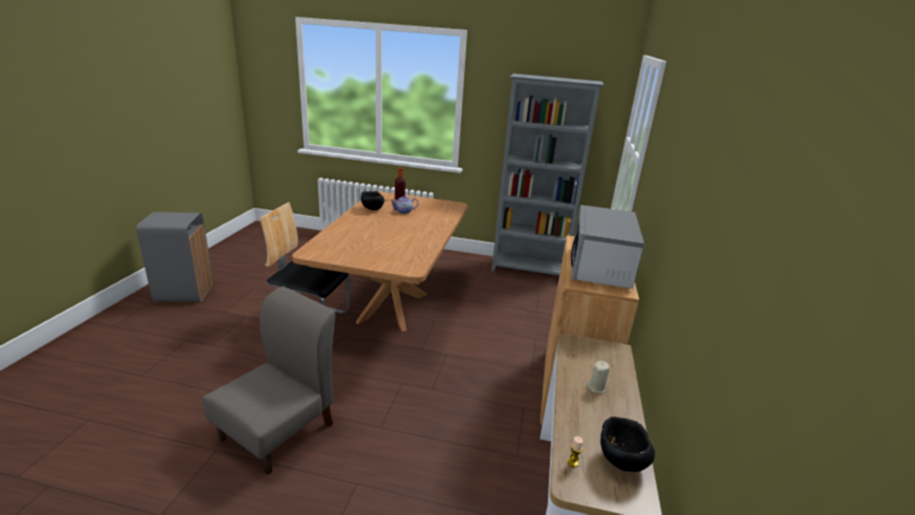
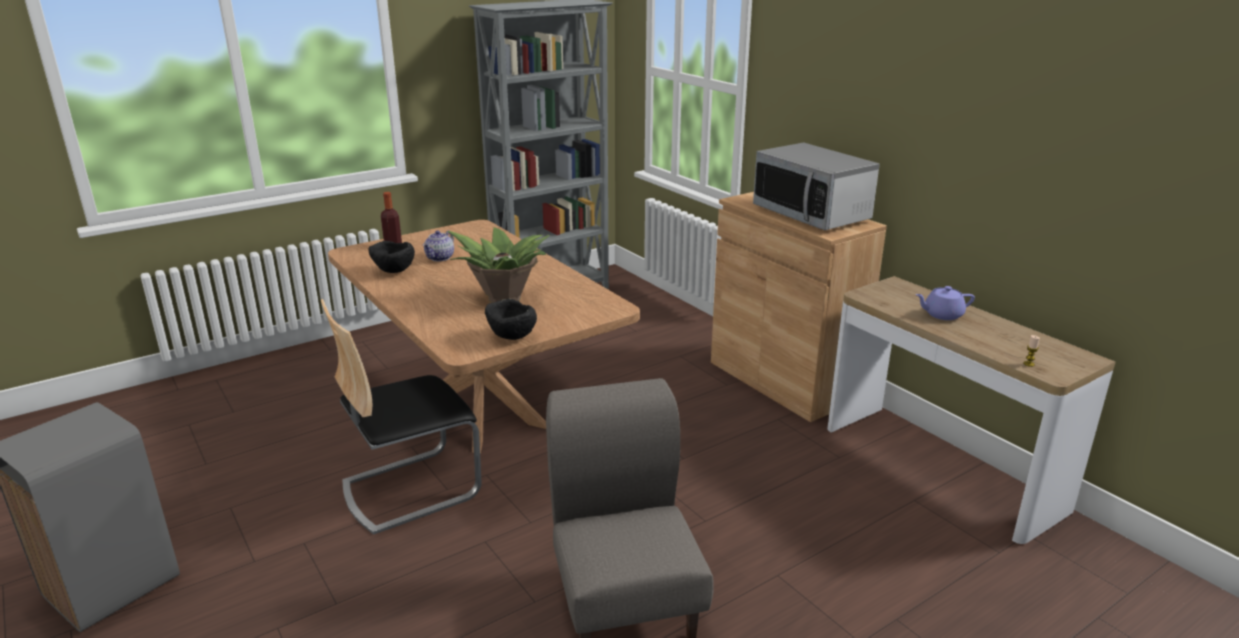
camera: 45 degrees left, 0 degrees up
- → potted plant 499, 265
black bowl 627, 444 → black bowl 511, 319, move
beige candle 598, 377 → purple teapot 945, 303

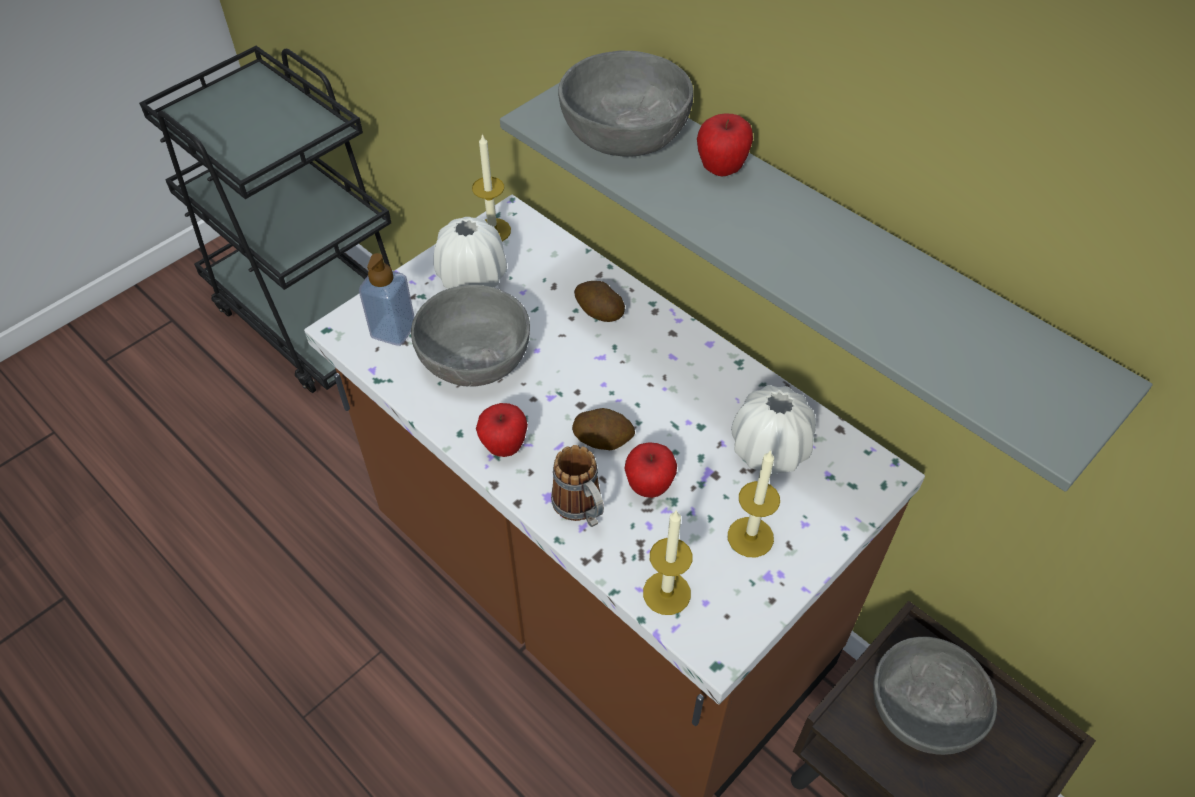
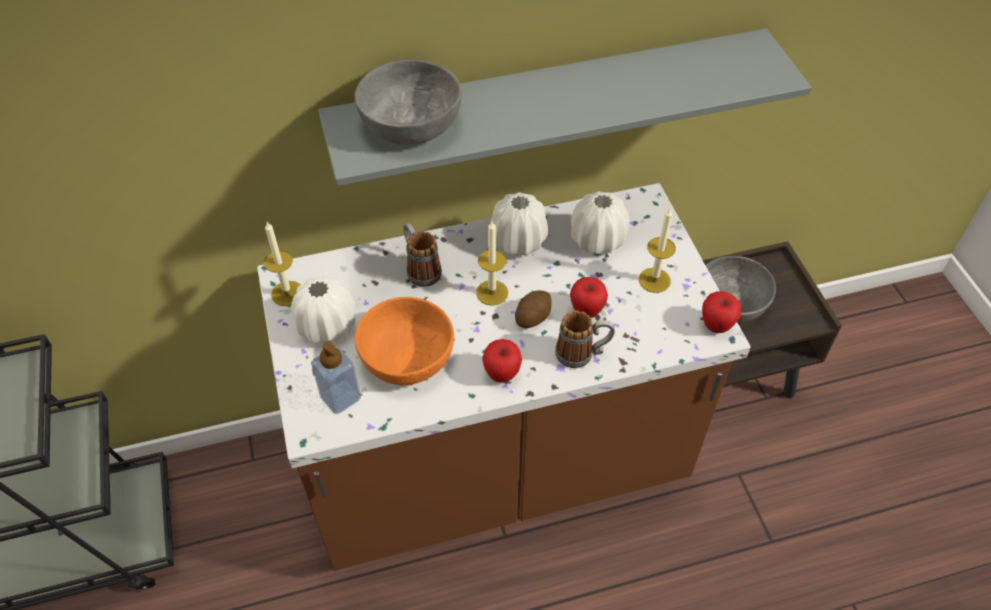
camera: 60 degrees left, 0 degrees up
grey bowl 470, 335 → orange bowl 404, 341
potato 599, 301 → mug 422, 255
candle 667, 562 → candle 492, 263, move
- → white vase 519, 224
apple 725, 144 → apple 721, 312, move

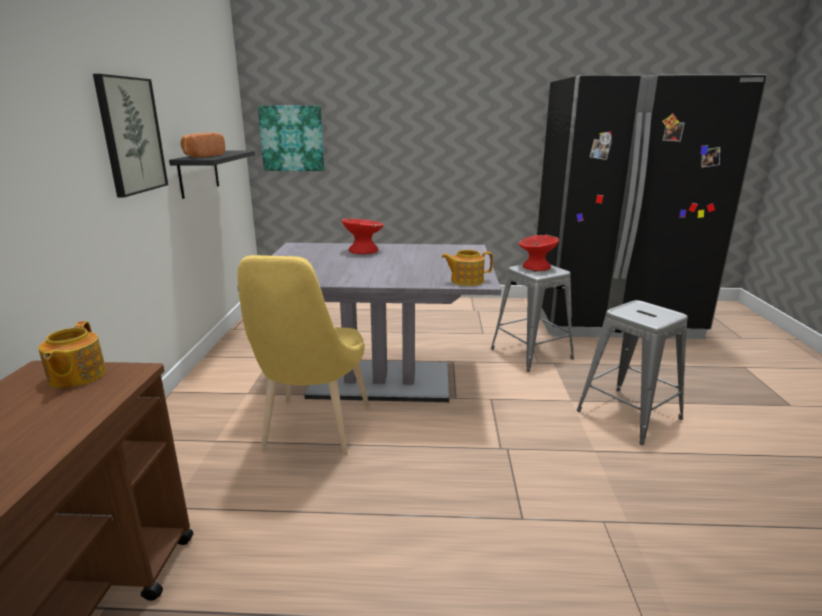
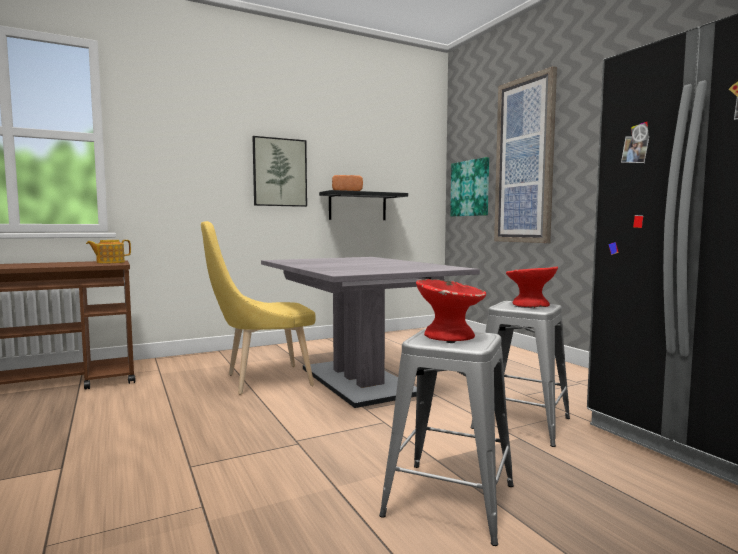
camera: 60 degrees right, 15 degrees down
red bowl 363, 236 → red bowl 451, 310, move
- → picture 525, 154
teapot 467, 268 → -

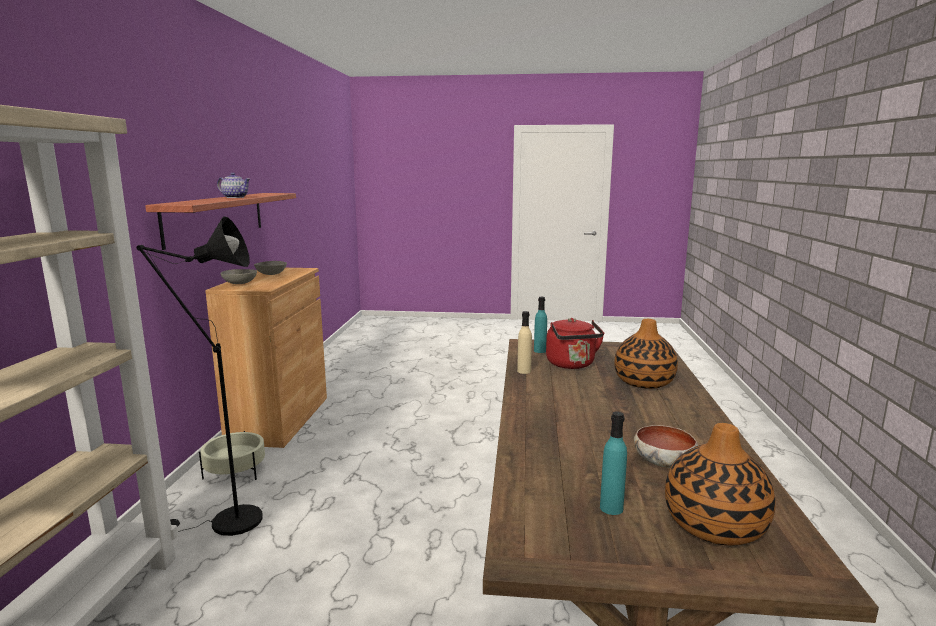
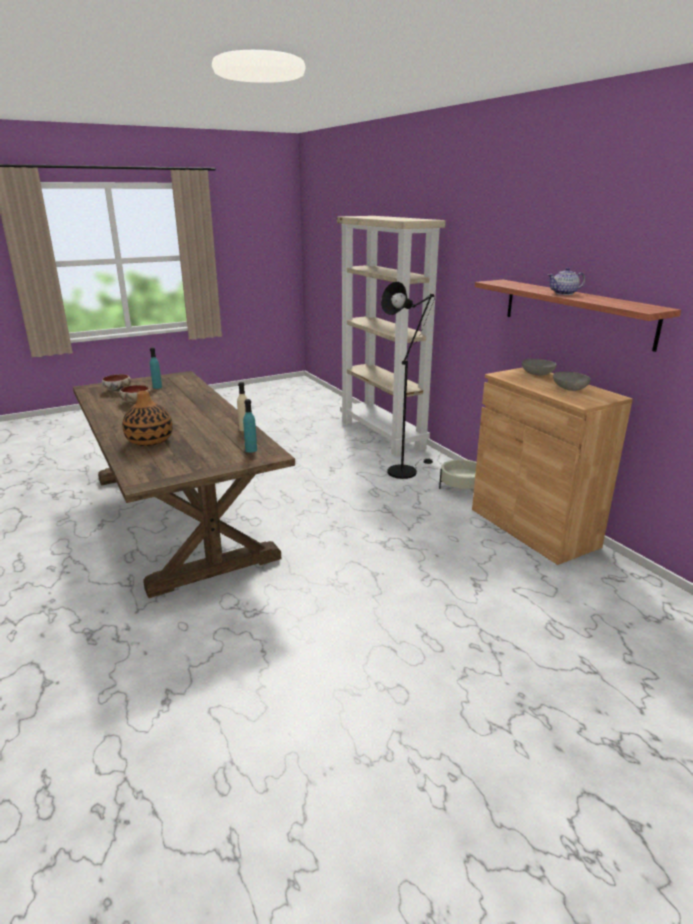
camera: 145 degrees right, 10 degrees up
vase 720, 484 → bowl 116, 383
red kettle 575, 343 → -

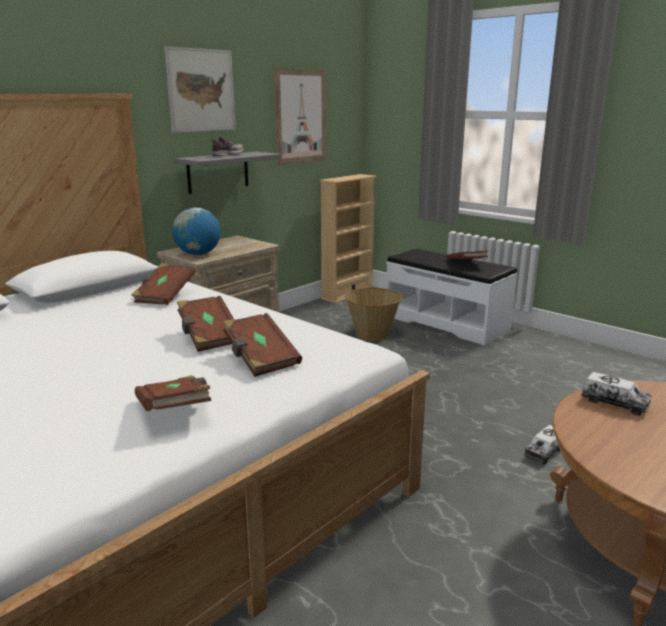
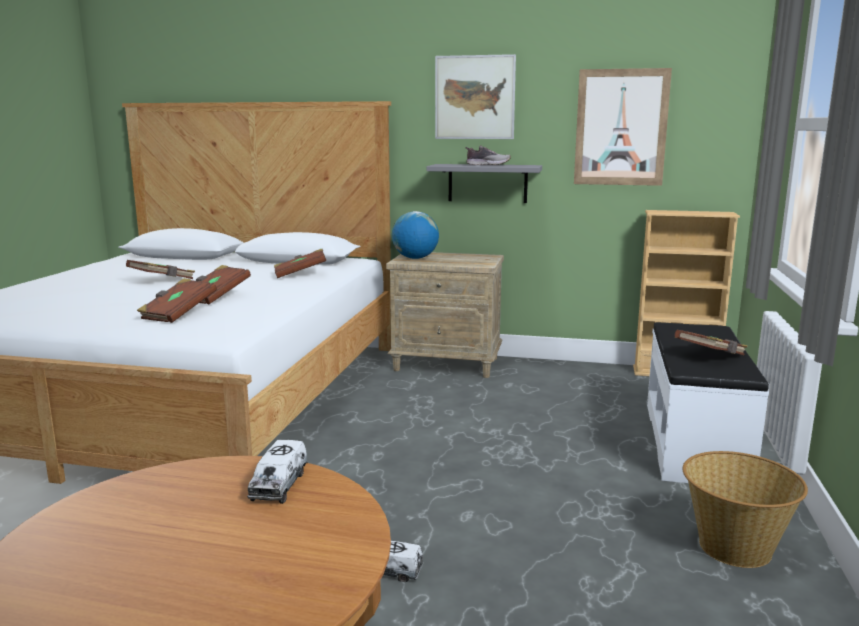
camera: 60 degrees right, 5 degrees down
brown book 173, 393 → brown book 160, 269, move
basket 374, 314 → basket 745, 509, move

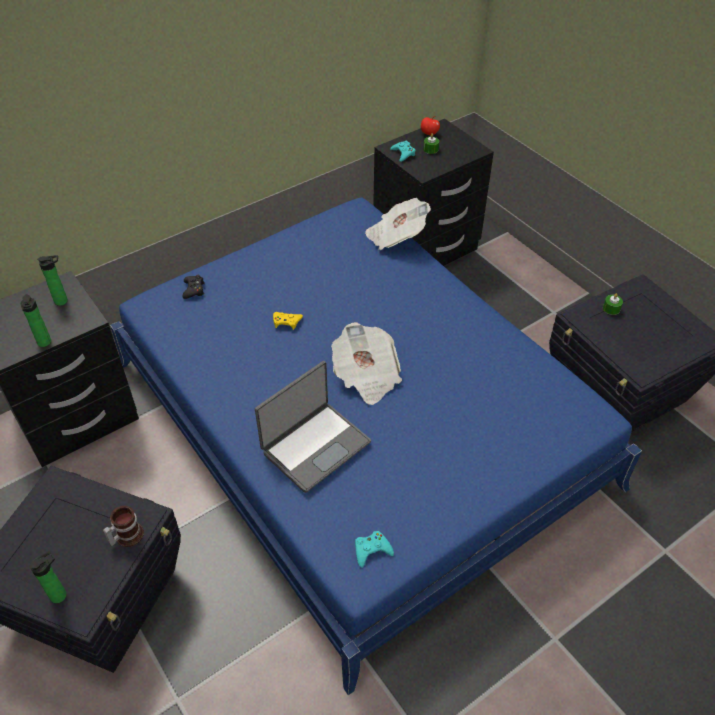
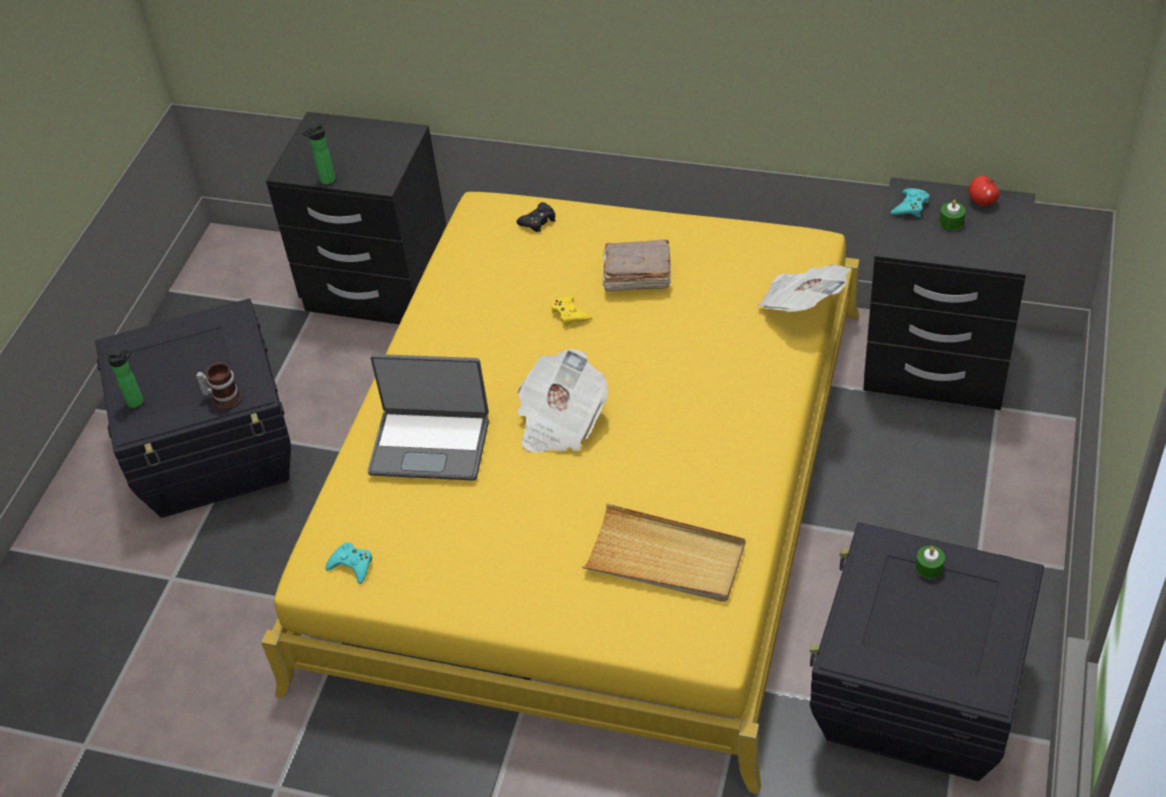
camera: 55 degrees right, 0 degrees up
blue bed 376, 446 → yellow bed 560, 493
- → beige tray 663, 553
- → brown book 636, 265
bottle 52, 280 → -

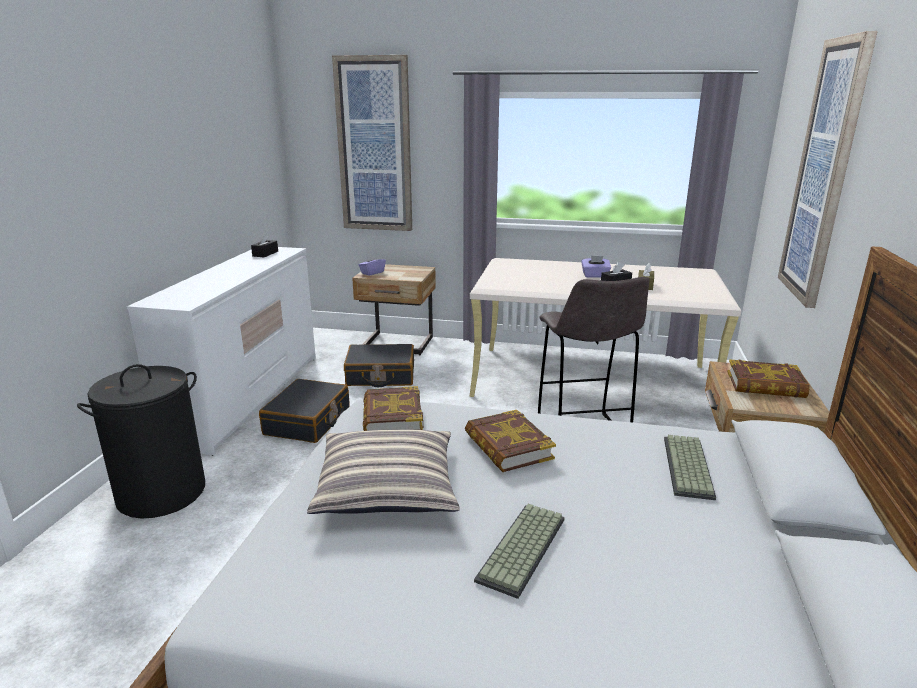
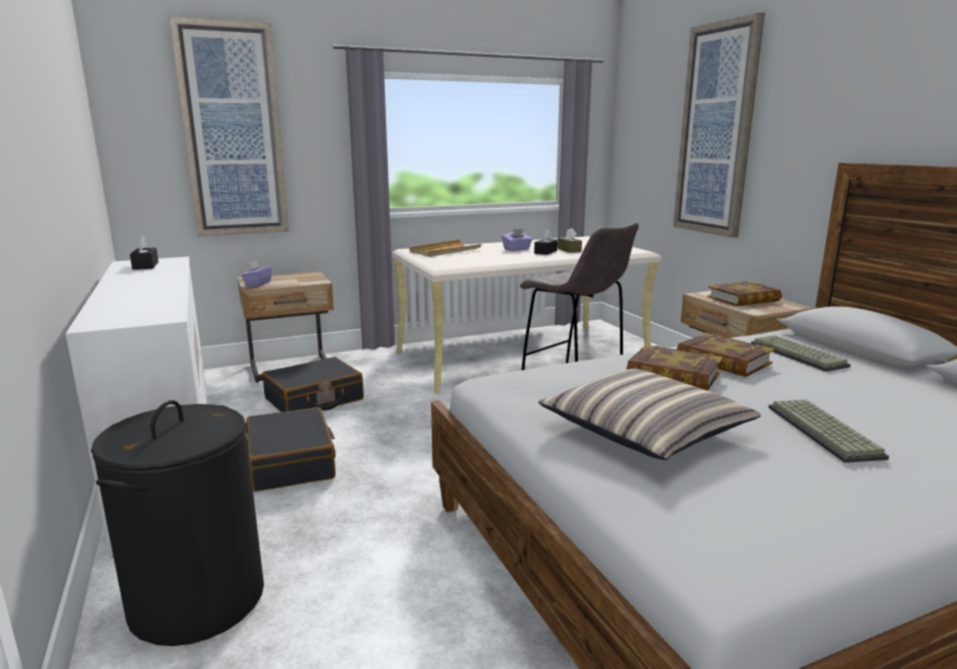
camera: 35 degrees left, 5 degrees down
- → beige tray 445, 248
book 393, 408 → book 726, 355, move

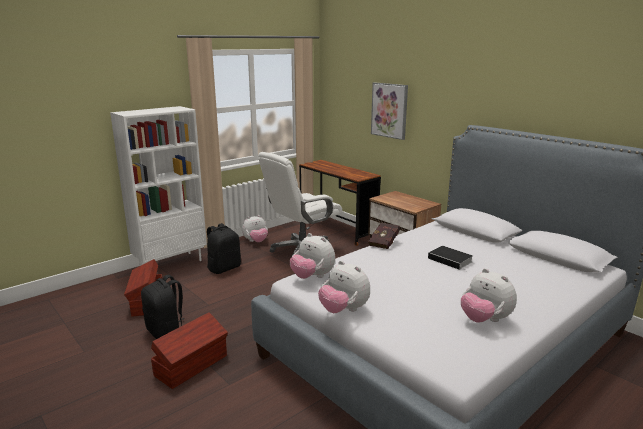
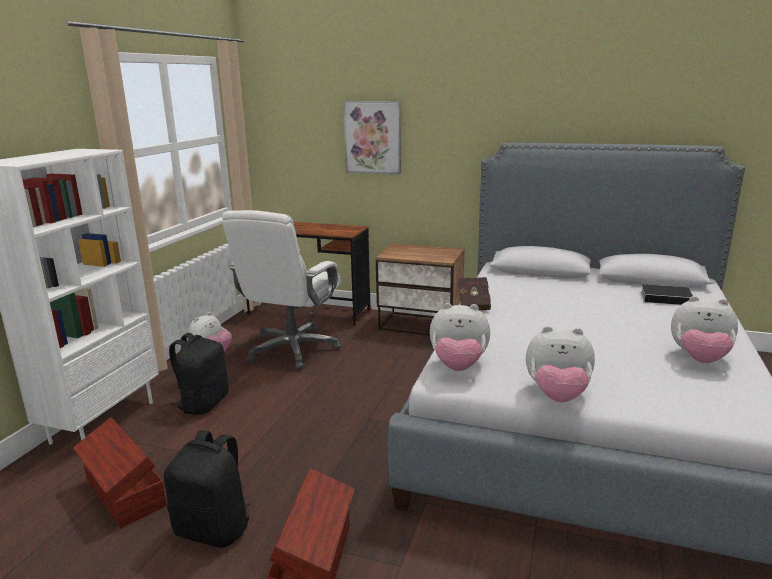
camera: 30 degrees left, 0 degrees up
book 450, 258 → book 667, 294, move

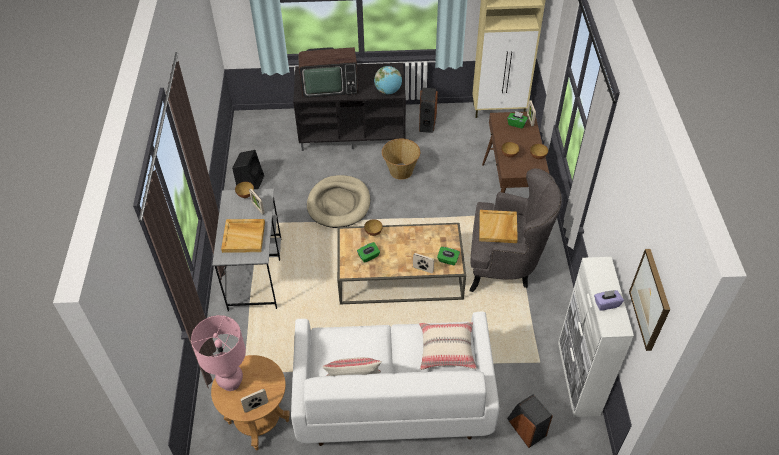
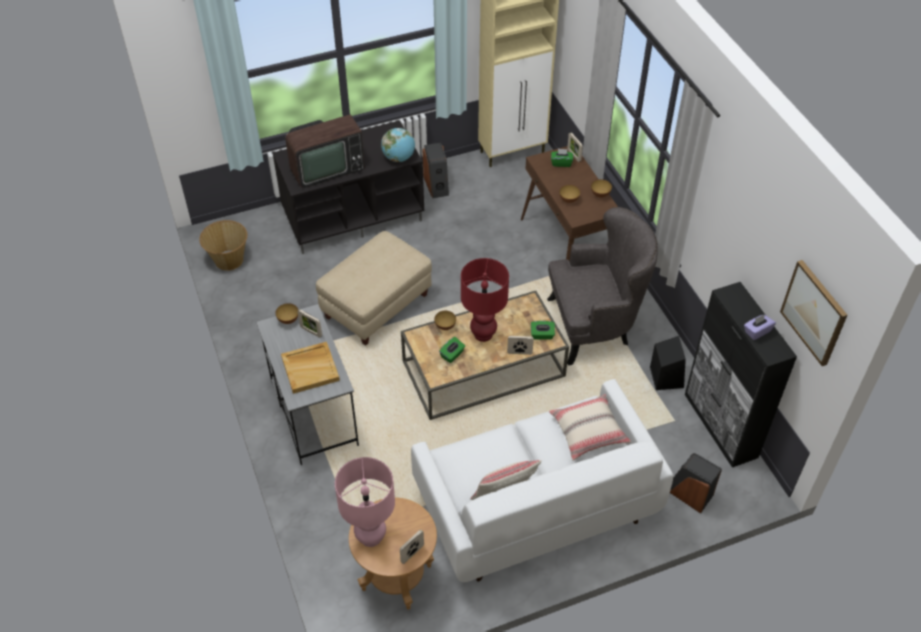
camera: 20 degrees left, 0 degrees up
basket 401, 159 → basket 223, 245, move
beige dog bed 338, 201 → beige ottoman 374, 288
- → red table lamp 485, 300
black speaker 248, 169 → black speaker 668, 363, move
white cabinet 596, 337 → black cabinet 741, 374
beige tray 498, 226 → -

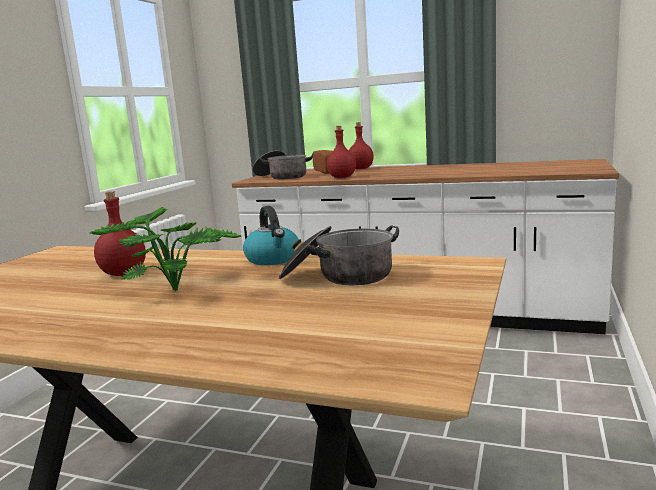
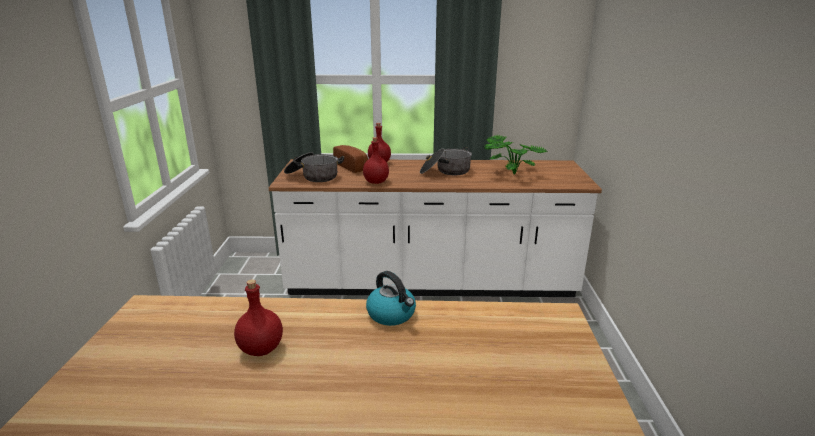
camera: 20 degrees left, 10 degrees up
cooking pot 339, 255 → cooking pot 446, 161, move
potted plant 165, 249 → potted plant 515, 155, move

